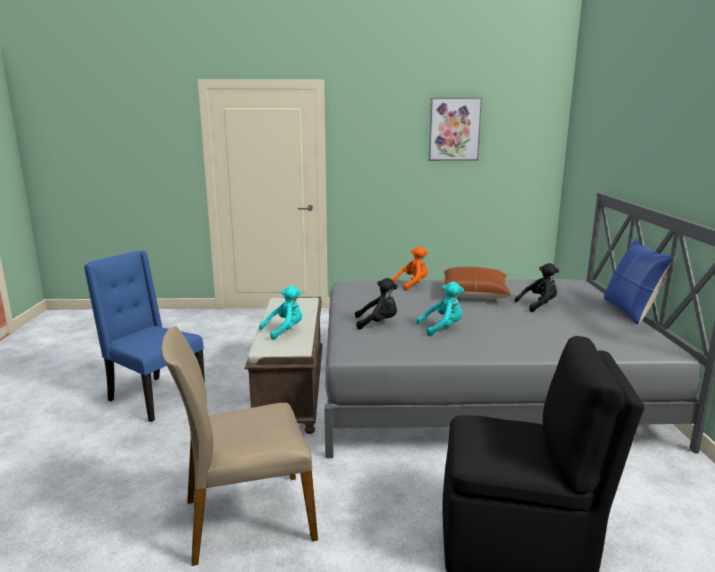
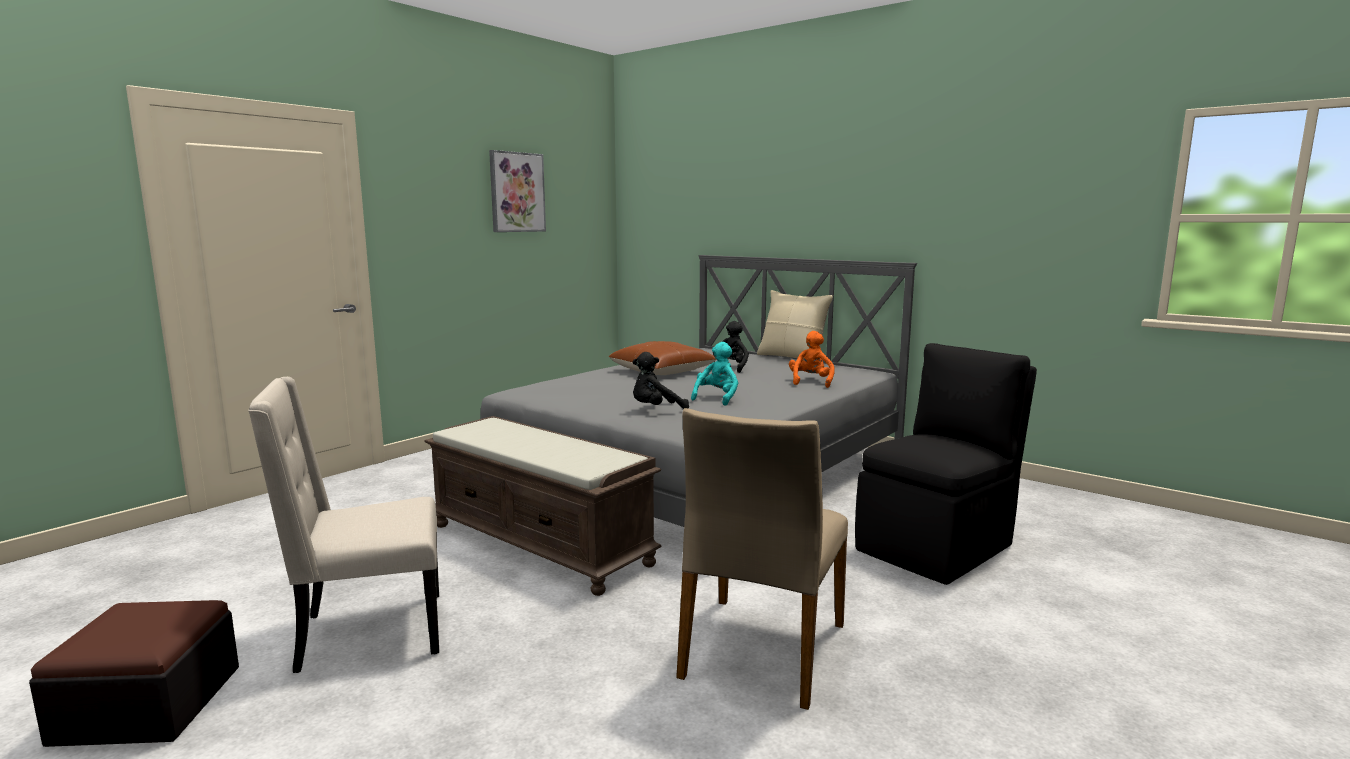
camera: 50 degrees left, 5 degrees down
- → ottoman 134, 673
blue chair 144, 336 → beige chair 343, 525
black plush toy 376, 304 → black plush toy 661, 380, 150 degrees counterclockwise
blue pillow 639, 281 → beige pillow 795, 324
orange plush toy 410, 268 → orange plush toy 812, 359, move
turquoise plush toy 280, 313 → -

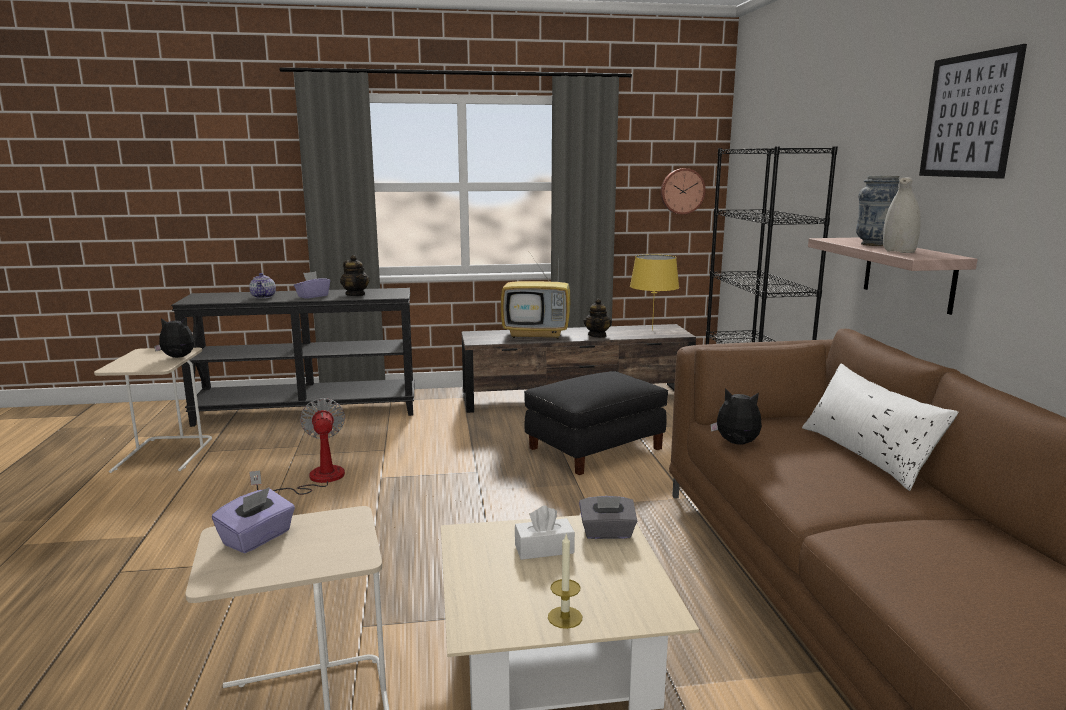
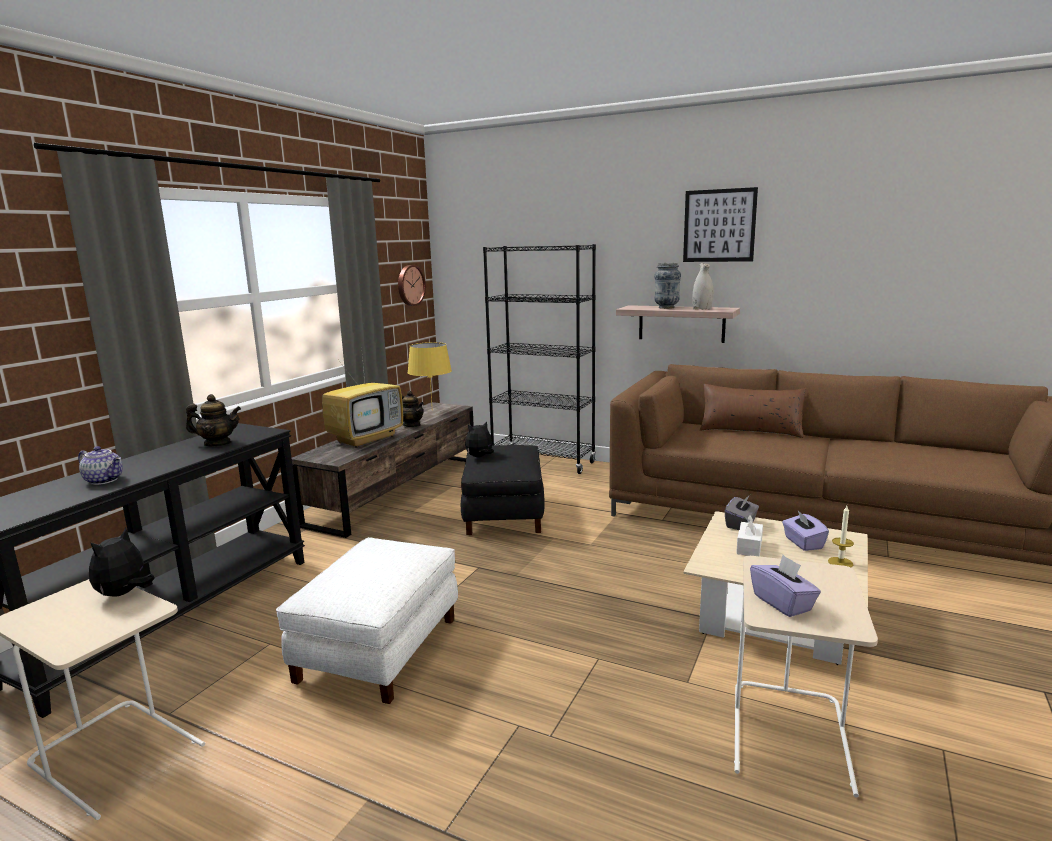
camera: 55 degrees left, 0 degrees up
fan 297, 446 → white ottoman 367, 620
plush toy 736, 416 → plush toy 479, 439, move
white pillow 880, 427 → brown pillow 753, 411
purple tissue box 312, 285 → purple tissue box 805, 531, move

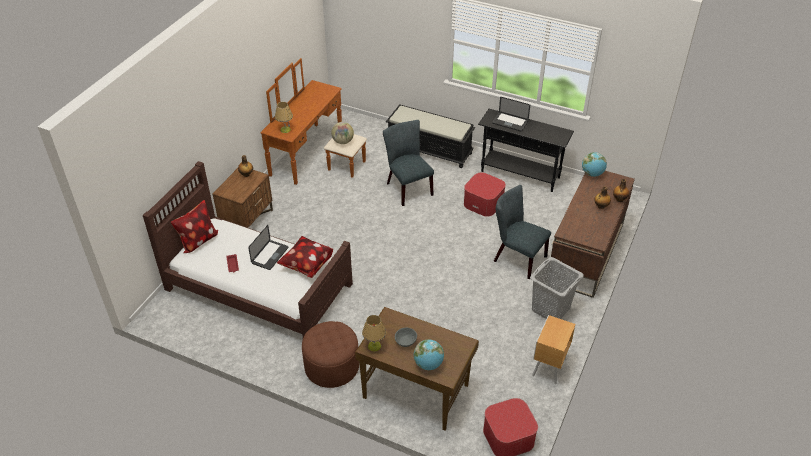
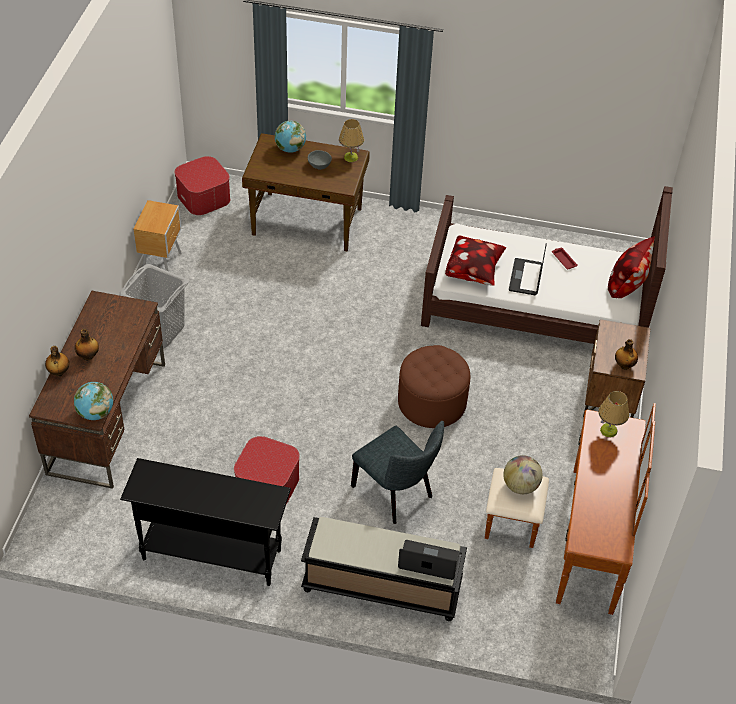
camera: 165 degrees right, 5 degrees up
brown ottoman 330, 354 → brown ottoman 434, 386, move
laptop 511, 114 → laptop 429, 560, move
grey chair 522, 232 → -

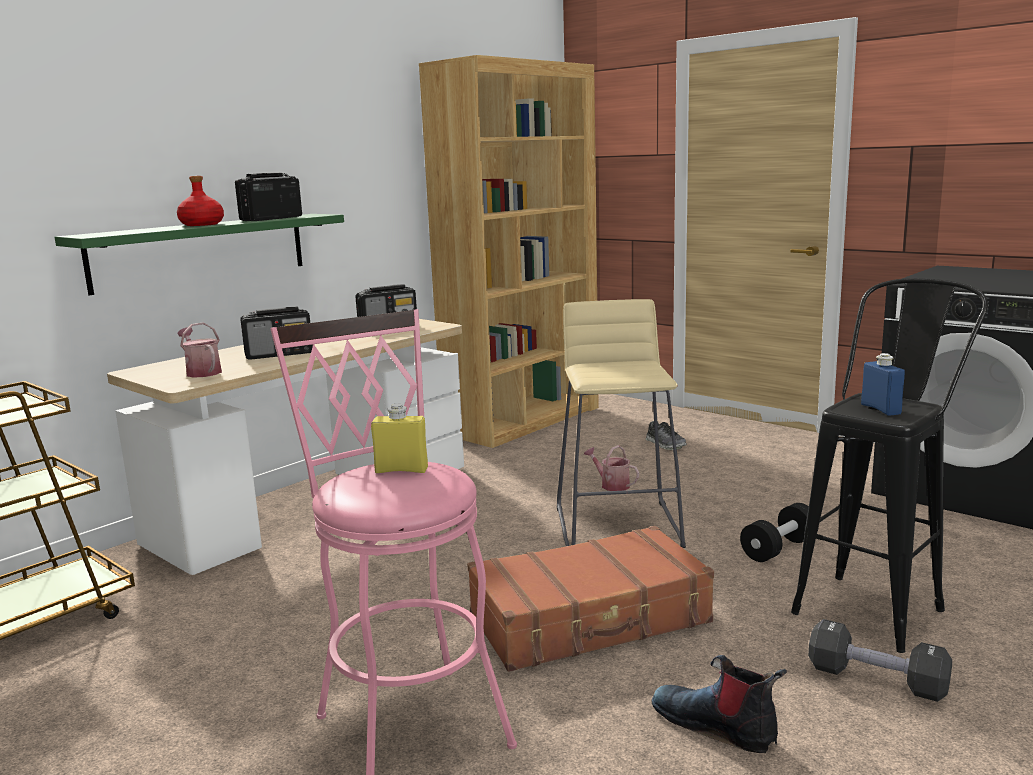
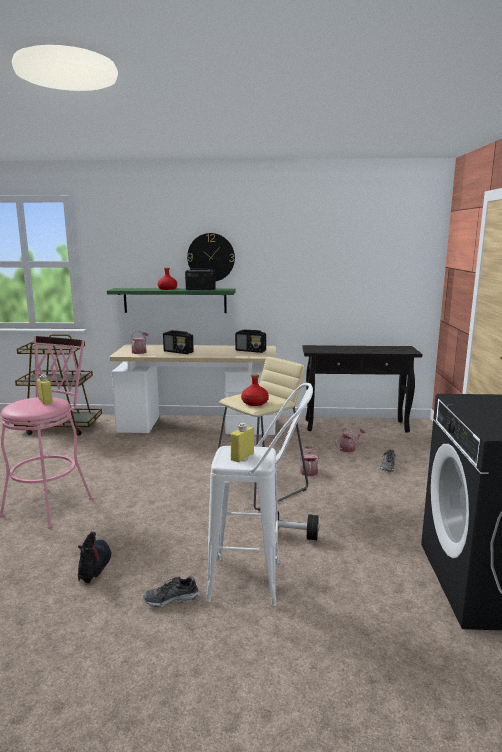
camera: 50 degrees right, 0 degrees up
black dumbbell 880, 660 → shoe 171, 592
- → wall clock 211, 257
black stool 889, 465 → white stool 259, 494
blue bottle 883, 384 → yellow bottle 242, 442
- → red bottle 255, 390
brown bookcase 509, 251 → black console table 362, 389
- → watering can 350, 439
brown suitcase 590, 599 → -

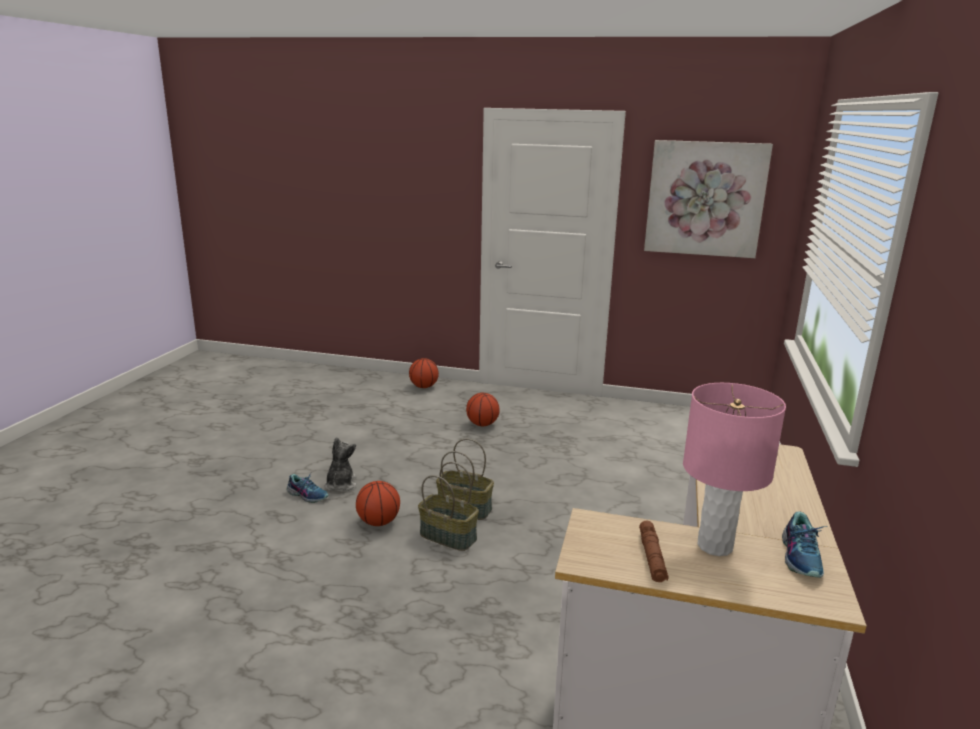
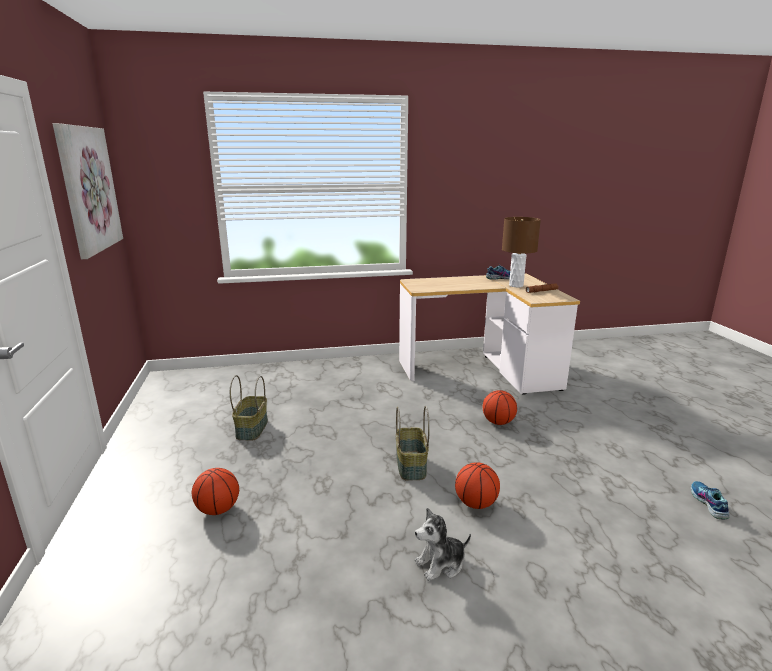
camera: 115 degrees left, 0 degrees up
basket 448, 506 → basket 249, 408, move
basketball 424, 373 → basketball 500, 407, move
pink table lamp 734, 469 → brown table lamp 521, 252
shoe 308, 487 → shoe 710, 500, move

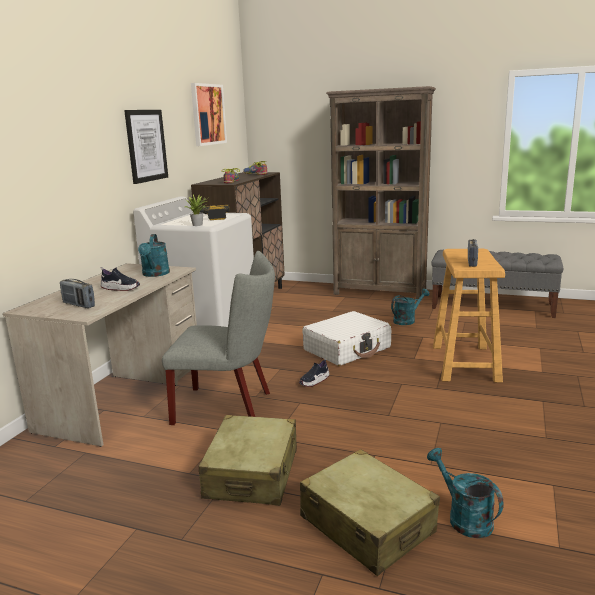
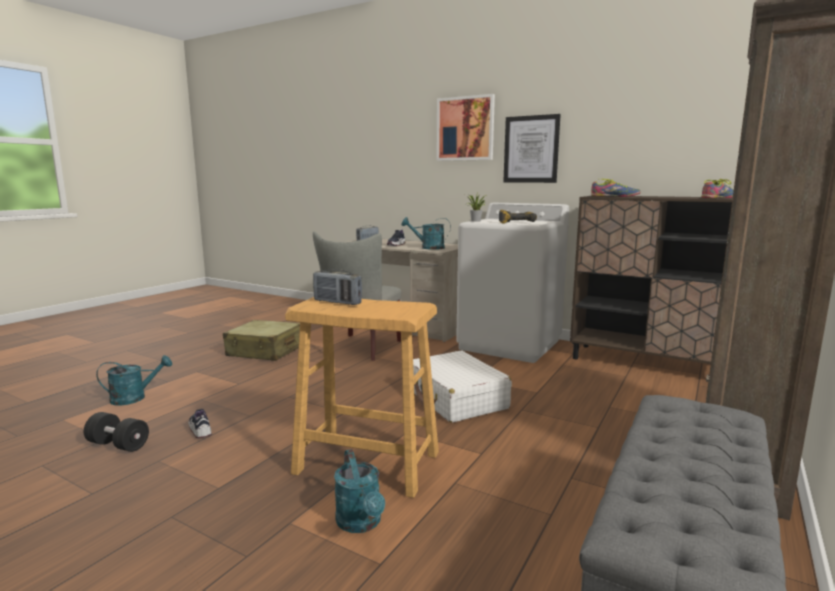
camera: 100 degrees right, 5 degrees down
- → black dumbbell 116, 432
shoe 314, 372 → shoe 200, 423, move
turquoise watering can 410, 306 → turquoise watering can 359, 491, move
picture 209, 114 → picture 465, 127, move
beige suitcase 370, 512 → -

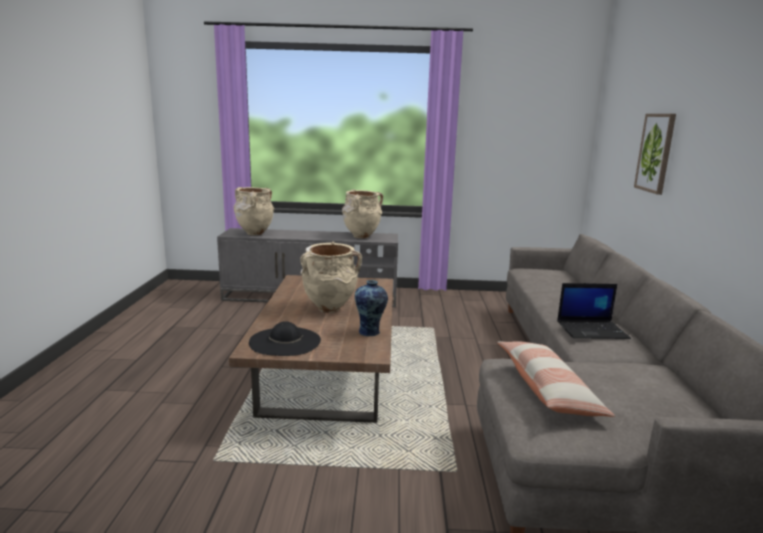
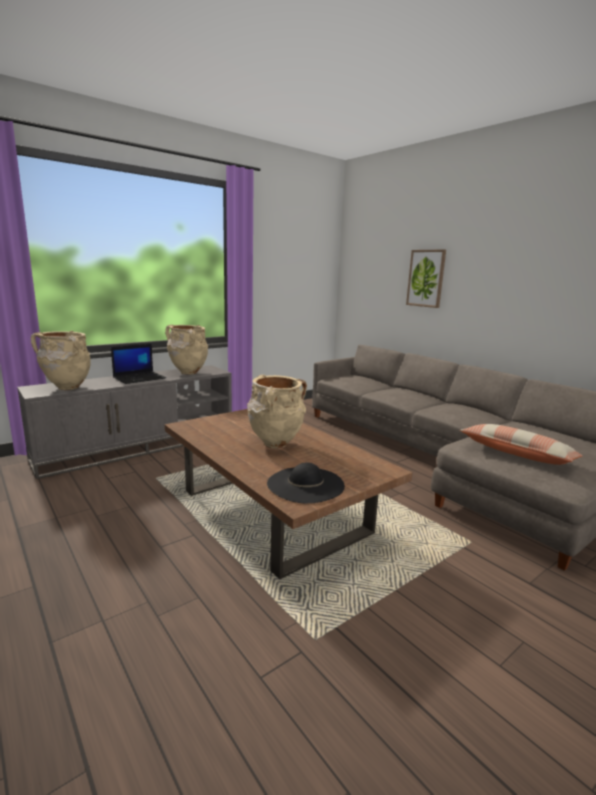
camera: 40 degrees left, 0 degrees up
laptop 594, 311 → laptop 138, 364, move
vase 371, 308 → -

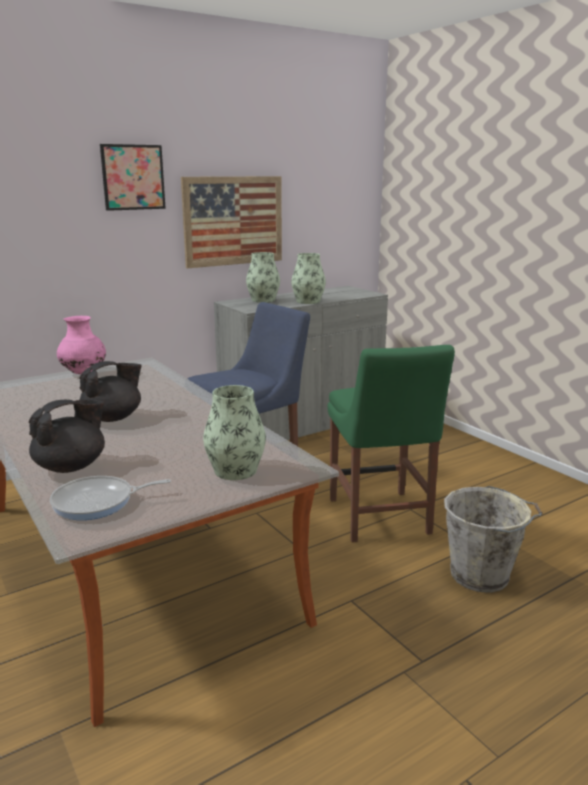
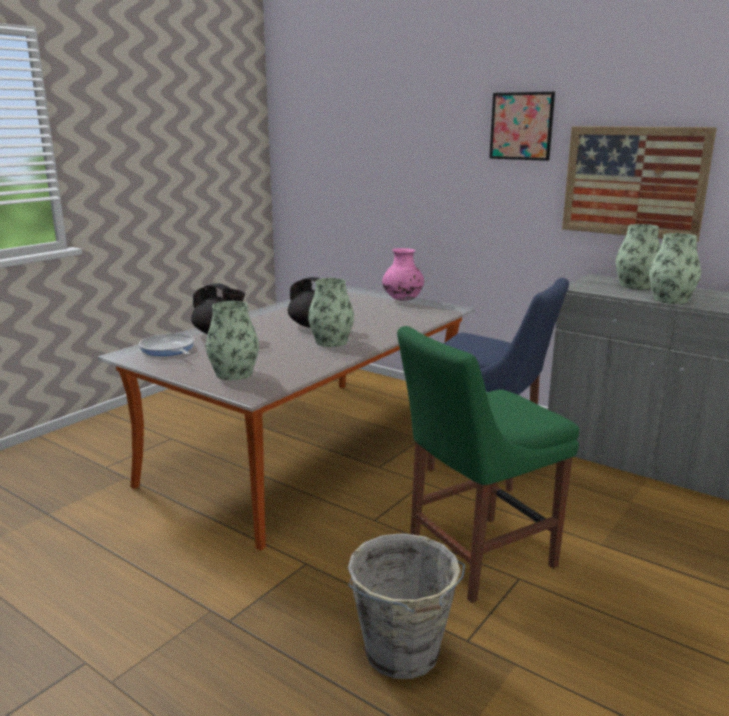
camera: 70 degrees right, 0 degrees up
- → vase 331, 312

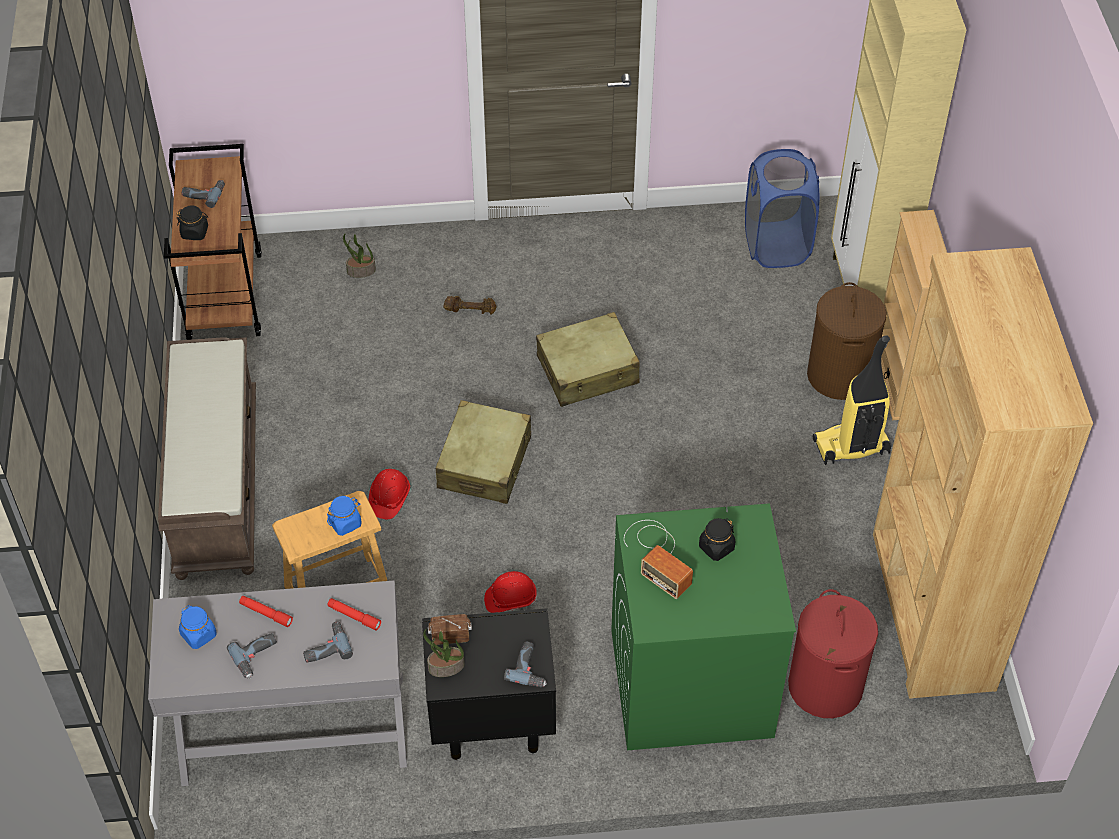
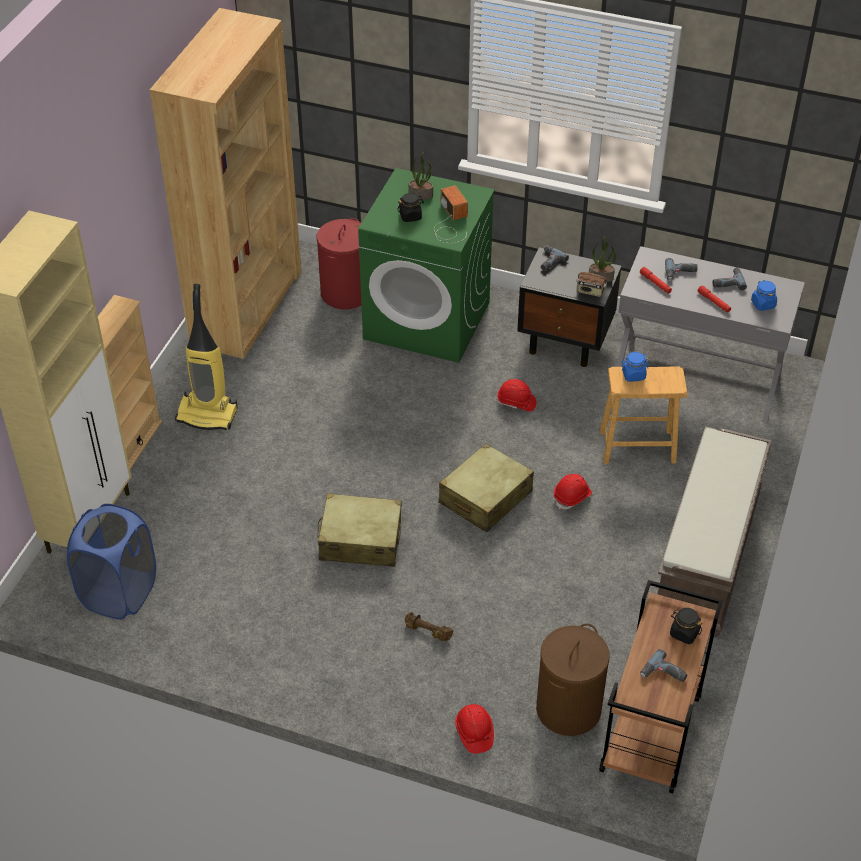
camera: 155 degrees left, 5 degrees down
potted plant 359, 256 → potted plant 421, 176, move
- → red hard hat 474, 729
brown laundry basket 847, 341 → brown laundry basket 573, 680, move

